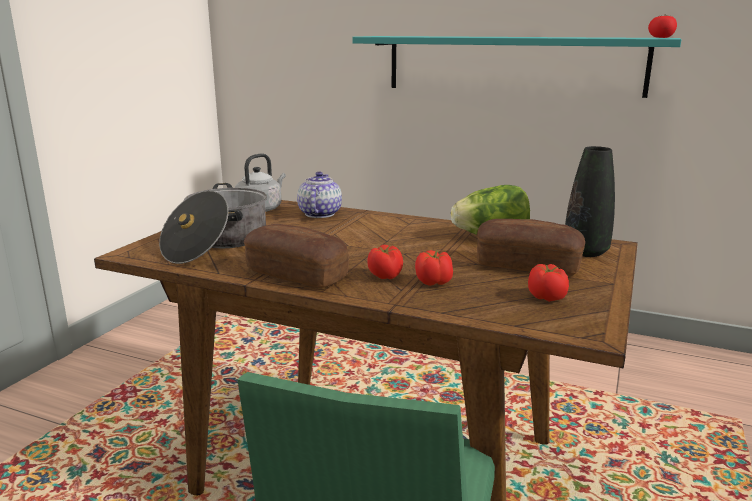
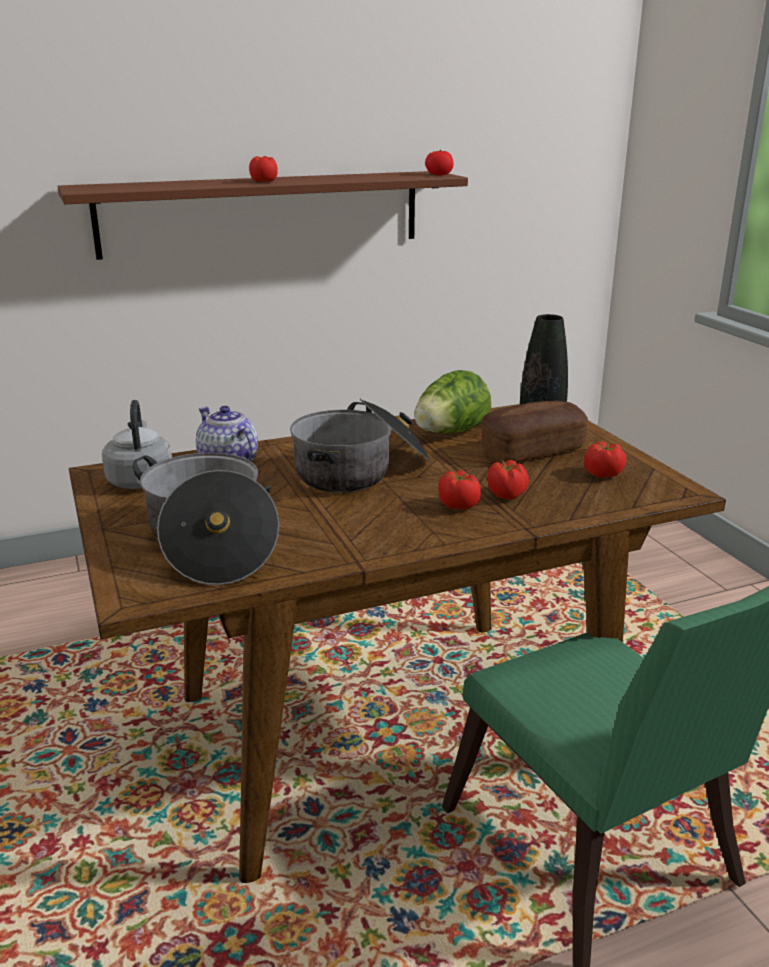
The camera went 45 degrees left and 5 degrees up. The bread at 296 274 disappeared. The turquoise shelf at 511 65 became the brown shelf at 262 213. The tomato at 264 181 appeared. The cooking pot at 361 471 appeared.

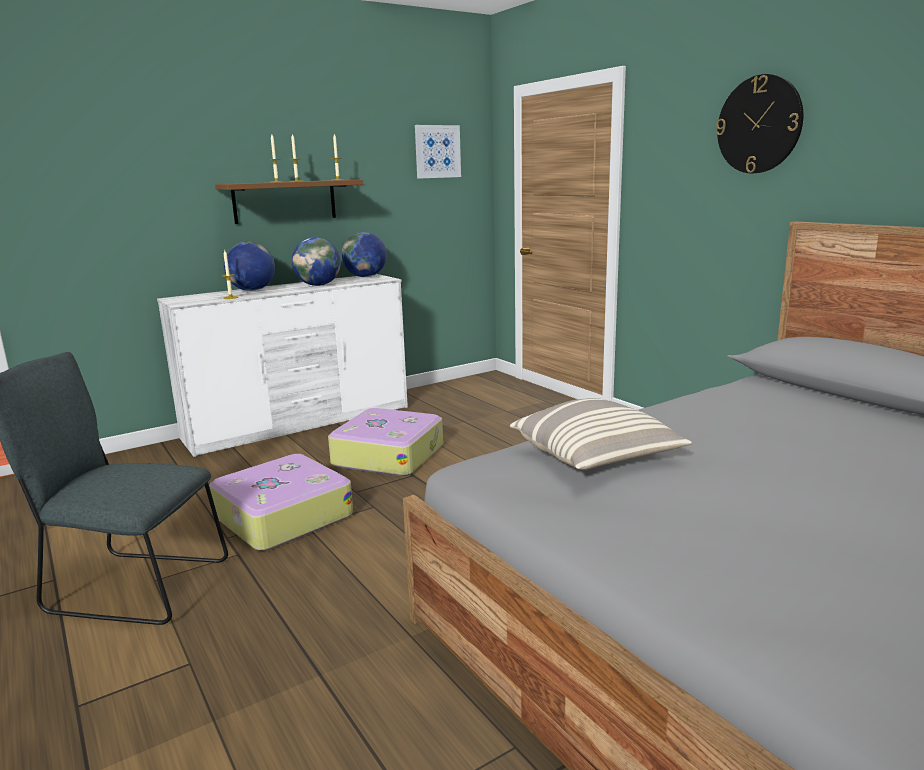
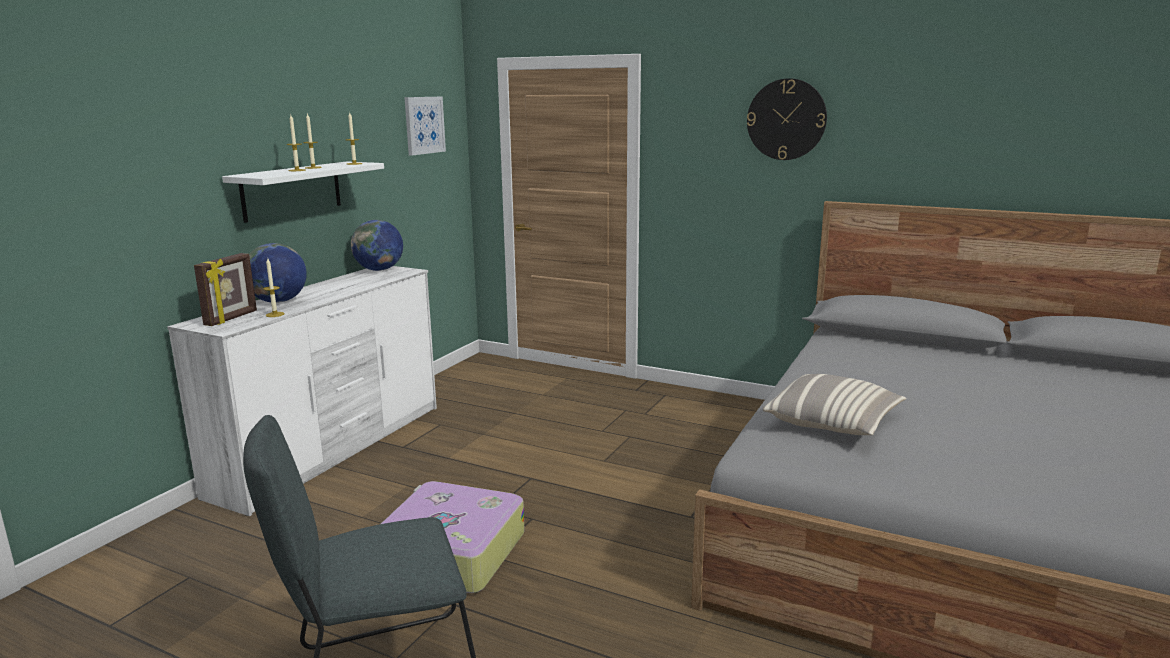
The camera went 30 degrees left and 0 degrees up. The brown shelf at 285 201 became the white shelf at 292 190. The globe at 318 285 disappeared. The suitcase at 388 455 disappeared. The picture frame at 232 318 appeared.

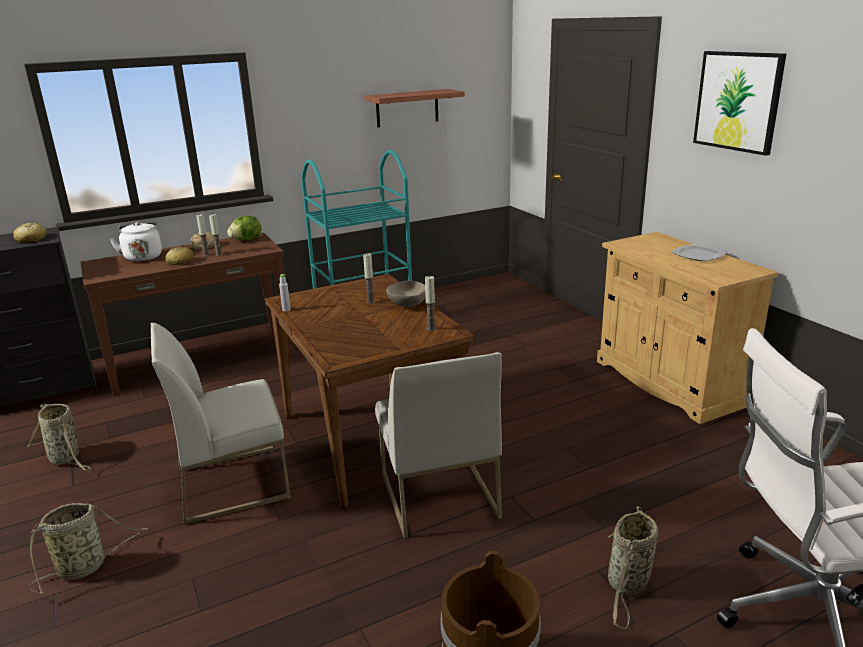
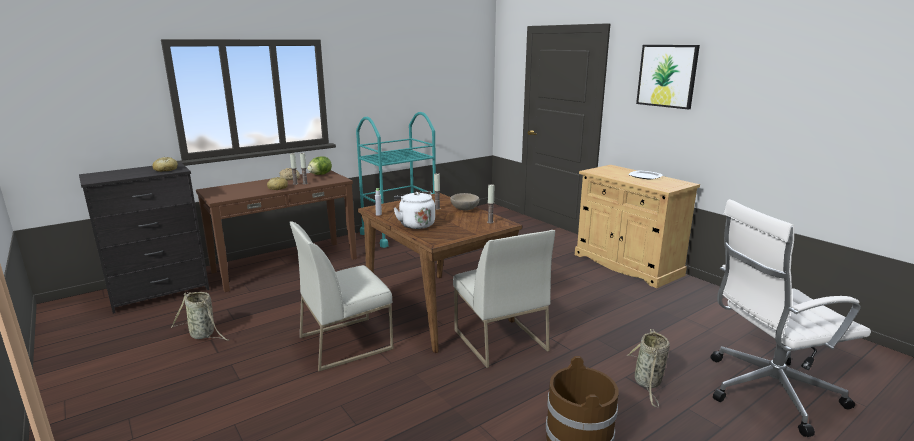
The camera went 10 degrees left and 5 degrees down. The basket at 85 567 disappeared. The white kettle moved from 142 257 to 415 224. The shelf at 407 108 disappeared.

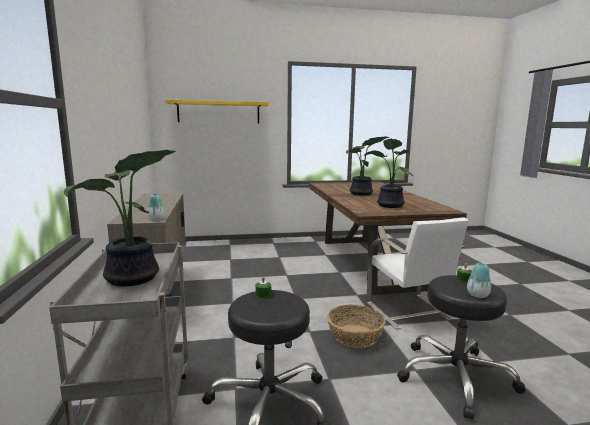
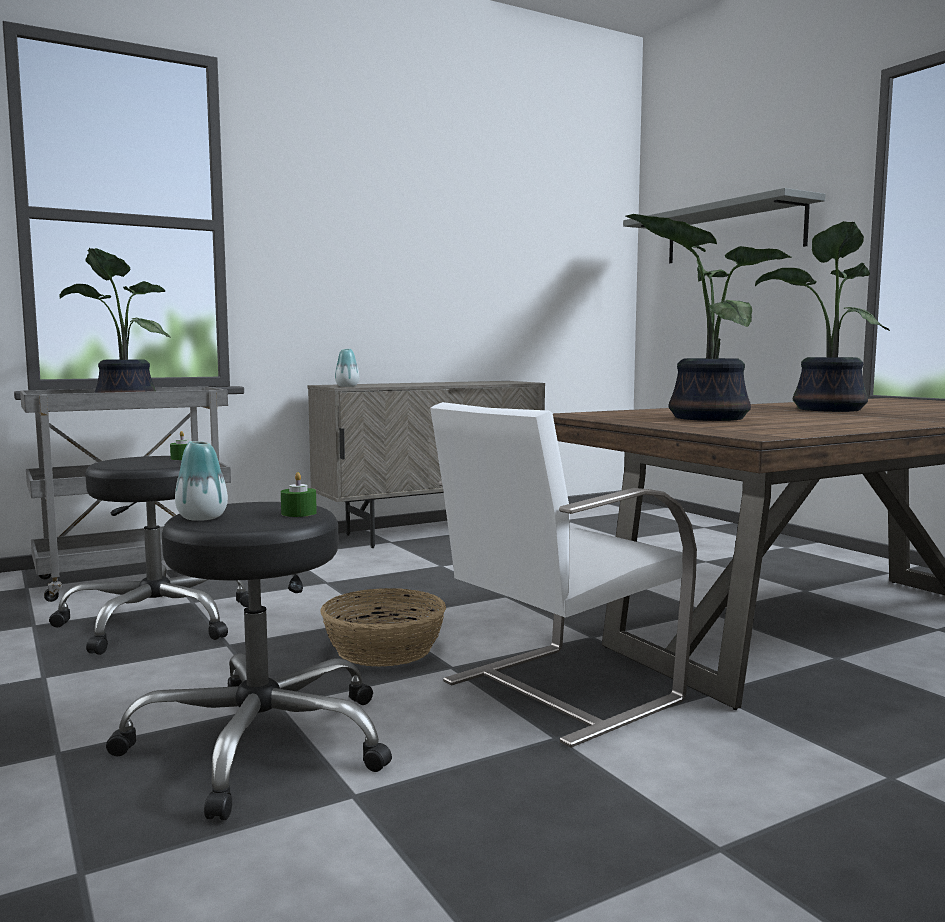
The camera went 70 degrees right and 5 degrees down. The yellow shelf at 219 112 became the grey shelf at 733 233.

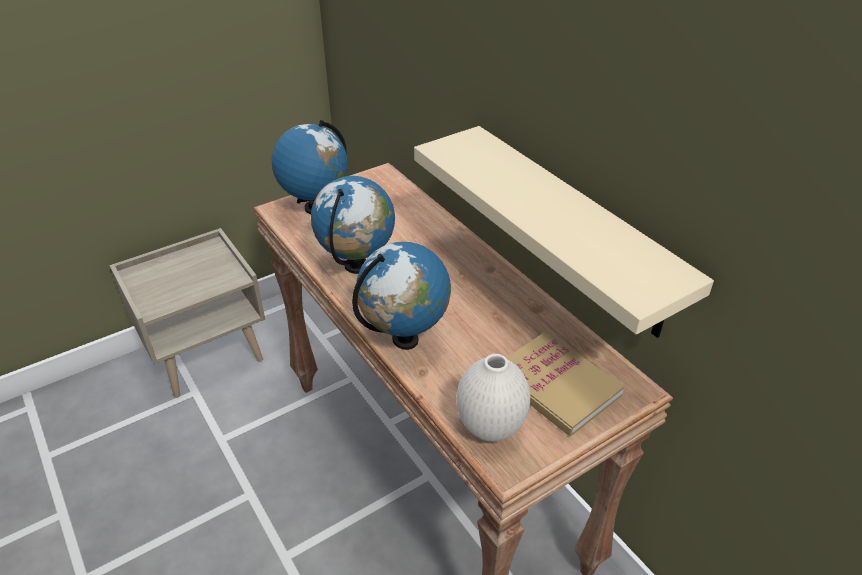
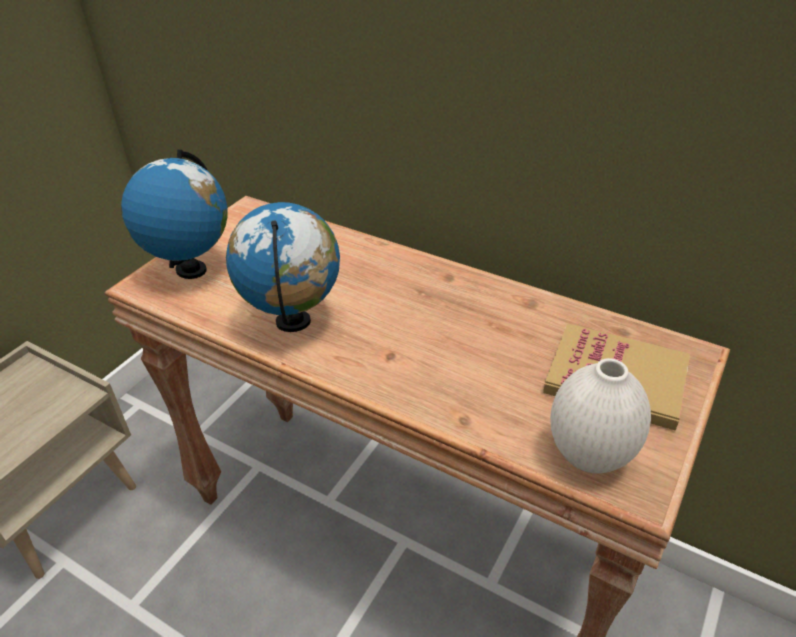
The camera went 25 degrees left and 0 degrees up. The globe at 405 340 disappeared. The beige shelf at 573 230 disappeared.

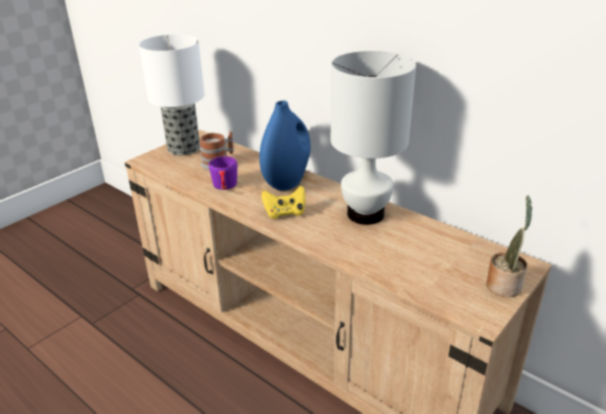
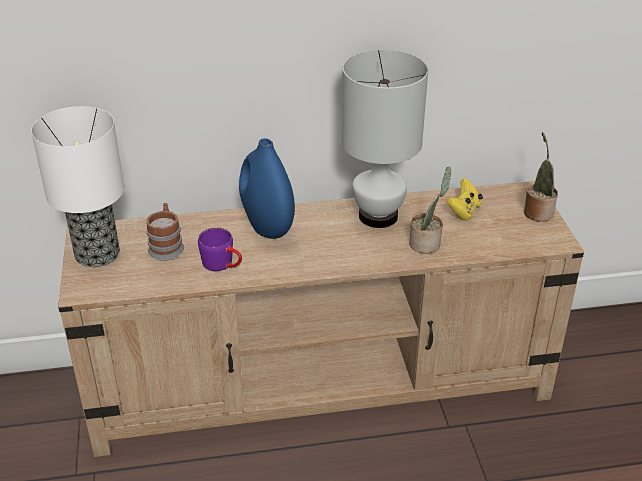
The camera went 50 degrees left and 5 degrees up. The yellow game controller moved from 285 213 to 464 211. The potted plant at 427 244 appeared.

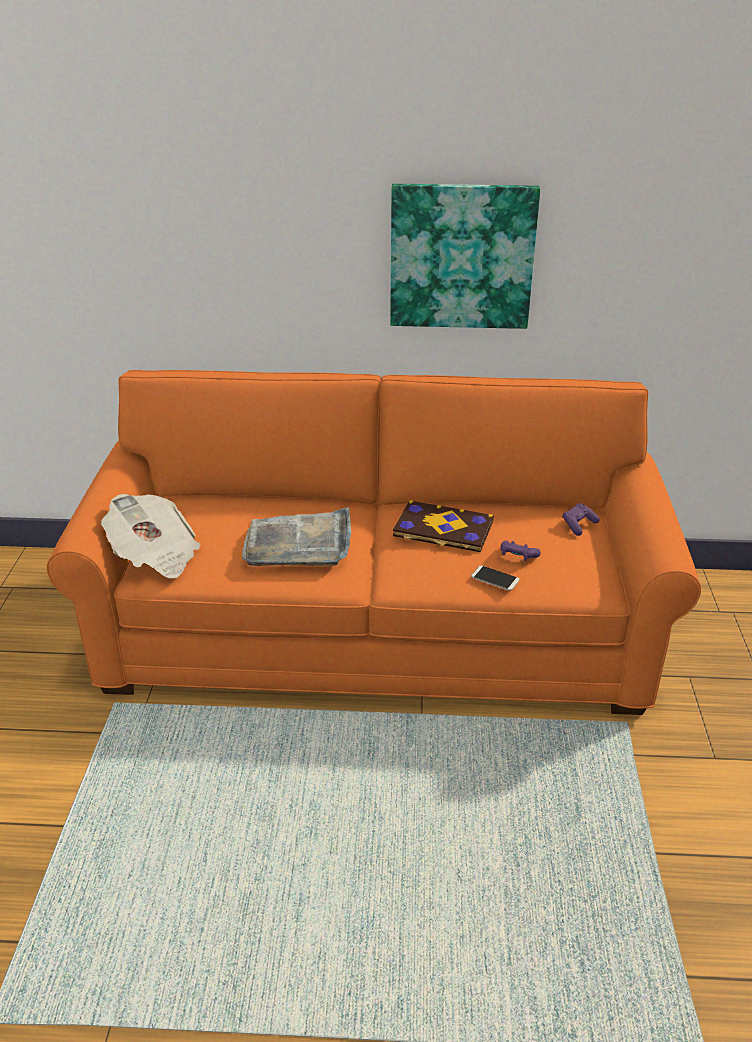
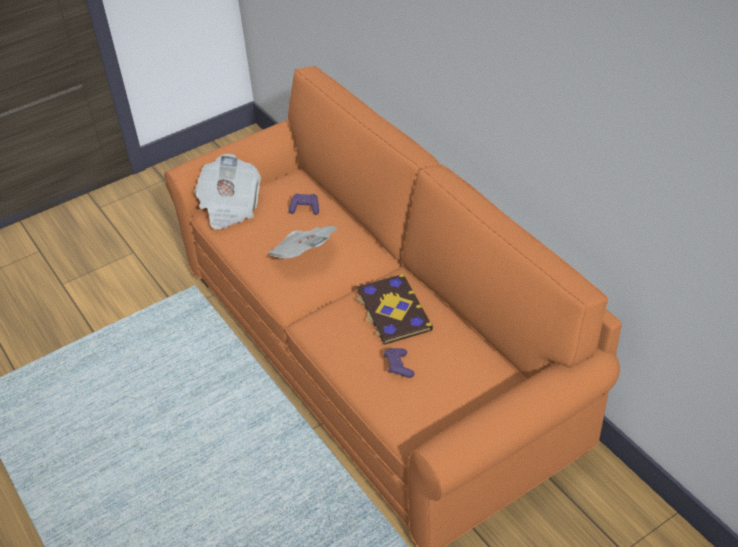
The camera went 55 degrees right and 10 degrees up. The grey tray at 299 543 was replaced by the newspaper at 303 255. The picture at 461 256 disappeared. The phone at 495 578 disappeared. The purple game controller moved from 578 525 to 305 209.

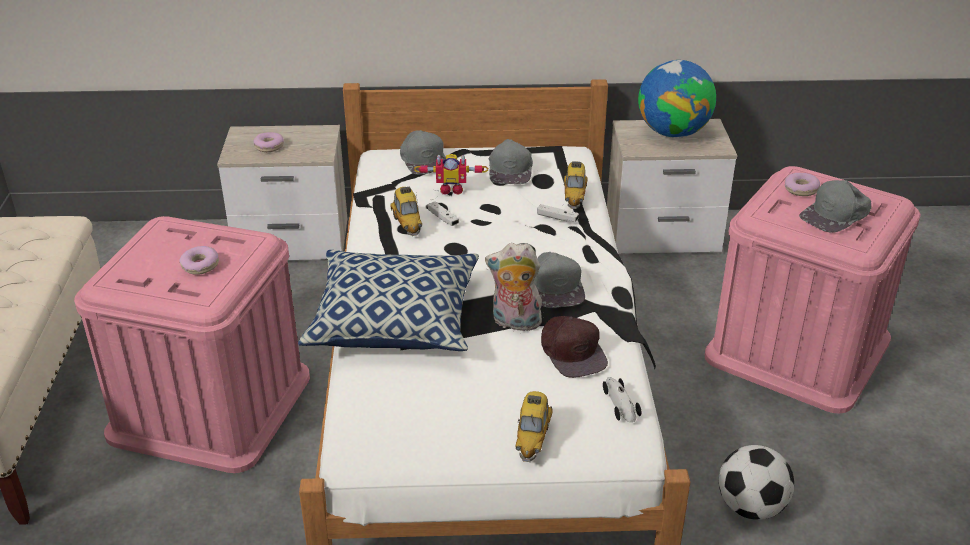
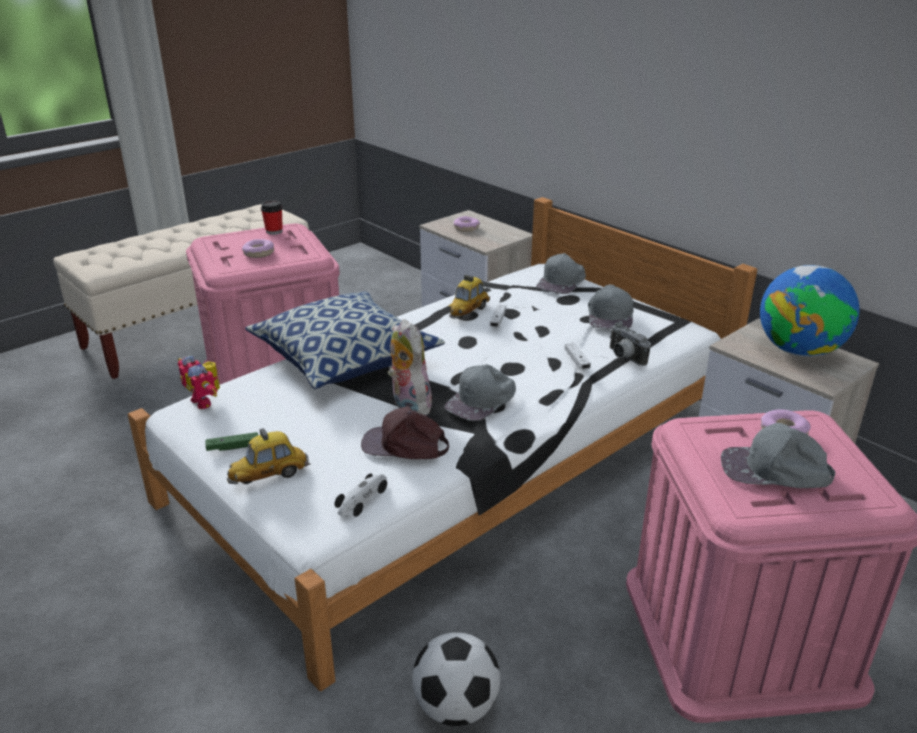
The camera went 50 degrees right and 5 degrees down. The toy robot moved from 451 189 to 206 400. The grey cap at 511 169 turned 45 degrees counterclockwise. The brown cap at 572 351 turned 75 degrees clockwise. The toy car at 574 197 was replaced by the photo camera at 623 357. The green game controller at 233 447 appeared. The cup at 274 231 appeared.

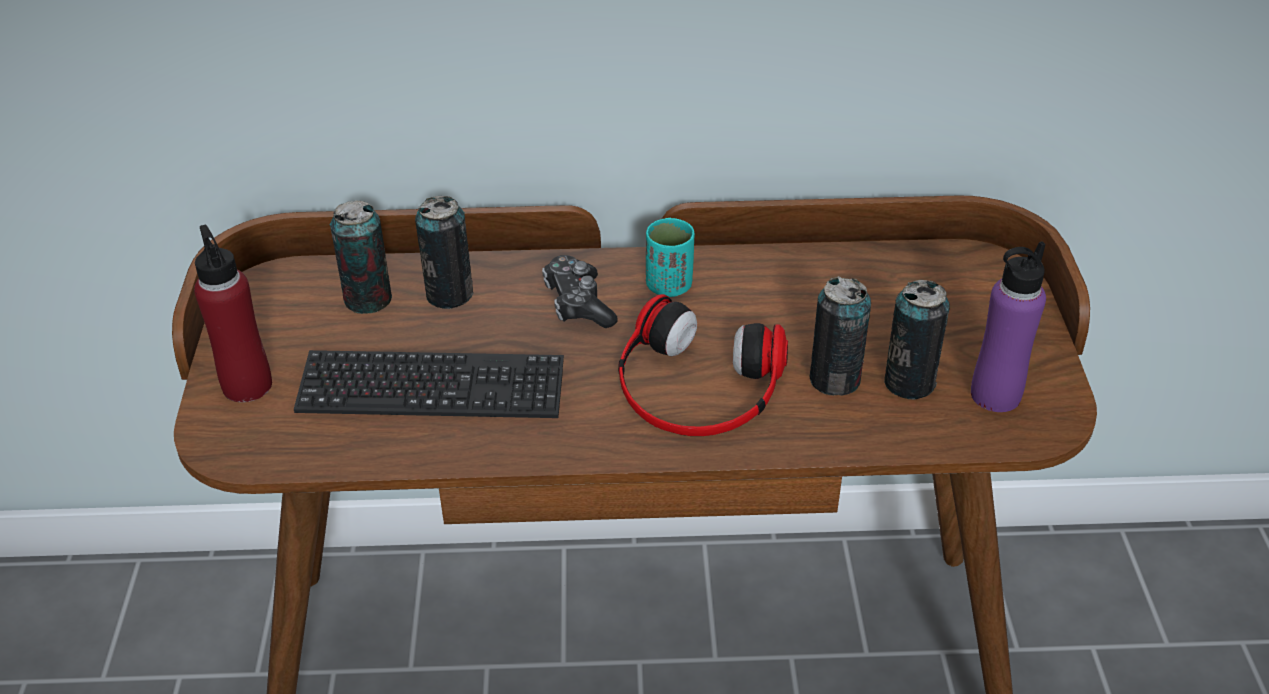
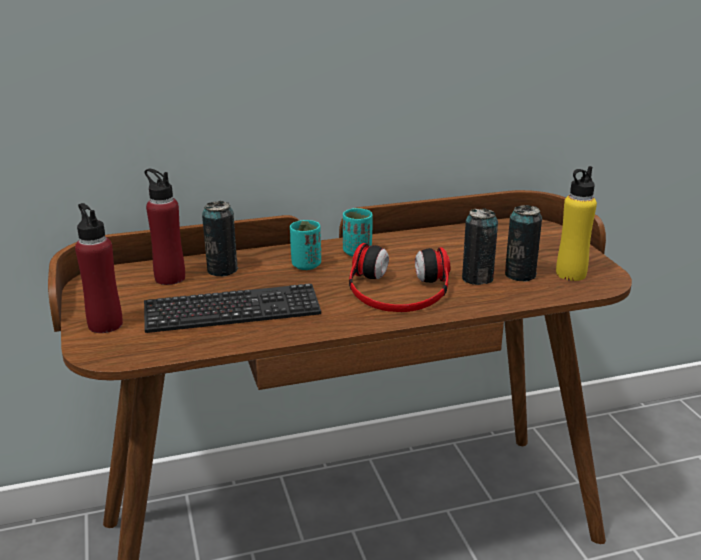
The camera went 15 degrees left and 15 degrees down. The can at 368 299 was replaced by the red bottle at 170 278. The game controller at 578 303 was replaced by the turquoise cup at 306 265. The purple bottle at 995 395 became the yellow bottle at 570 274.

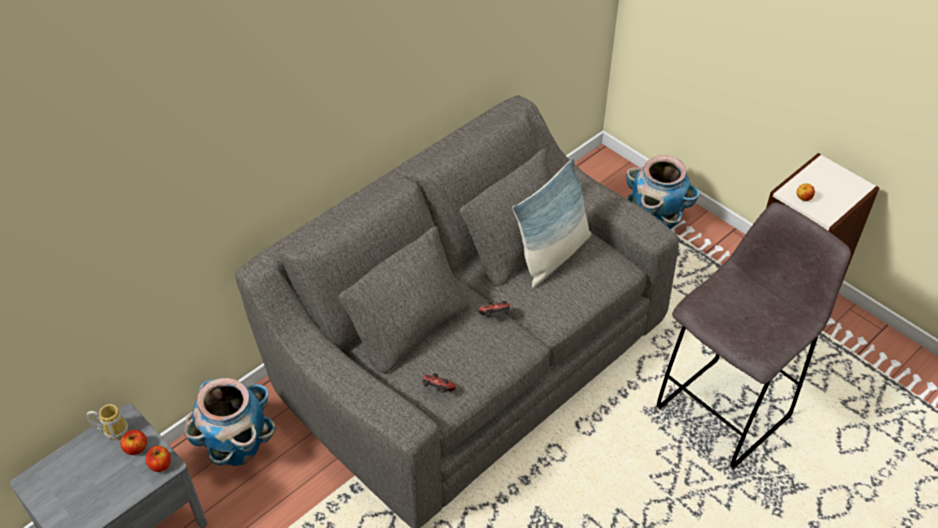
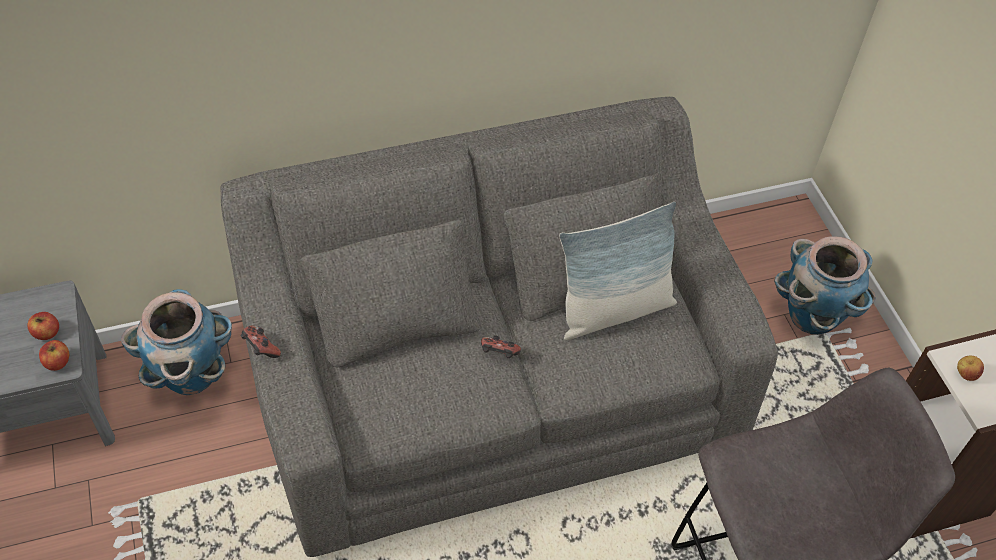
The camera went 25 degrees right and 5 degrees up. The mug at 113 429 disappeared. The game controller moved from 437 389 to 261 349.

